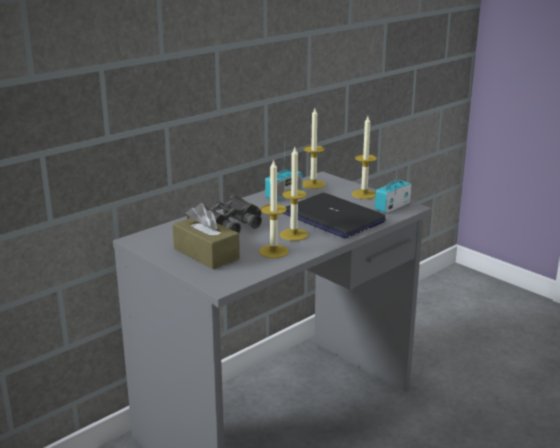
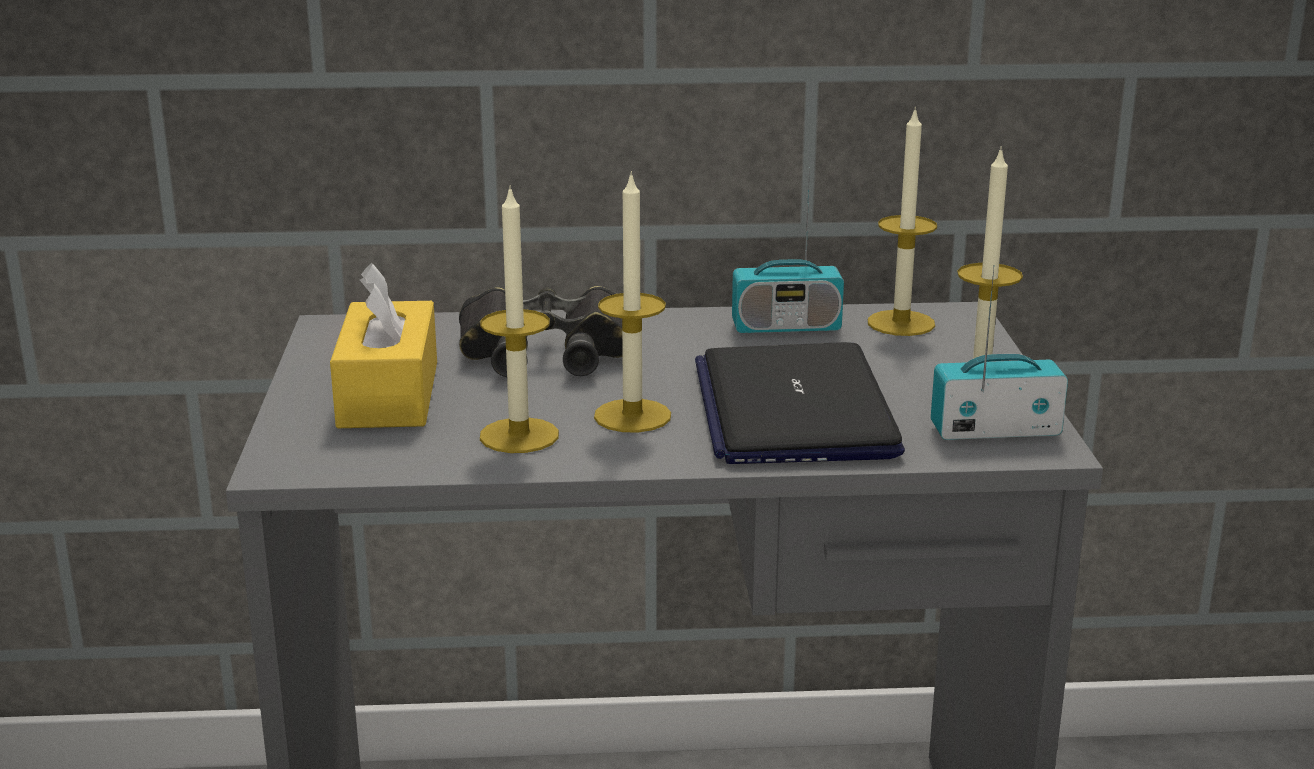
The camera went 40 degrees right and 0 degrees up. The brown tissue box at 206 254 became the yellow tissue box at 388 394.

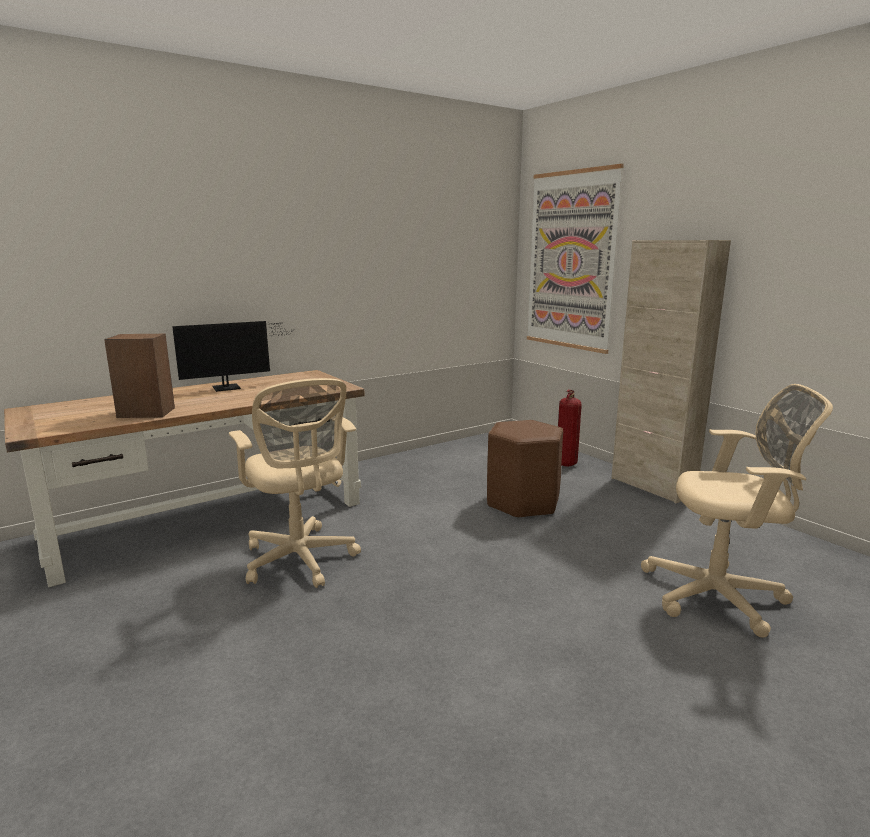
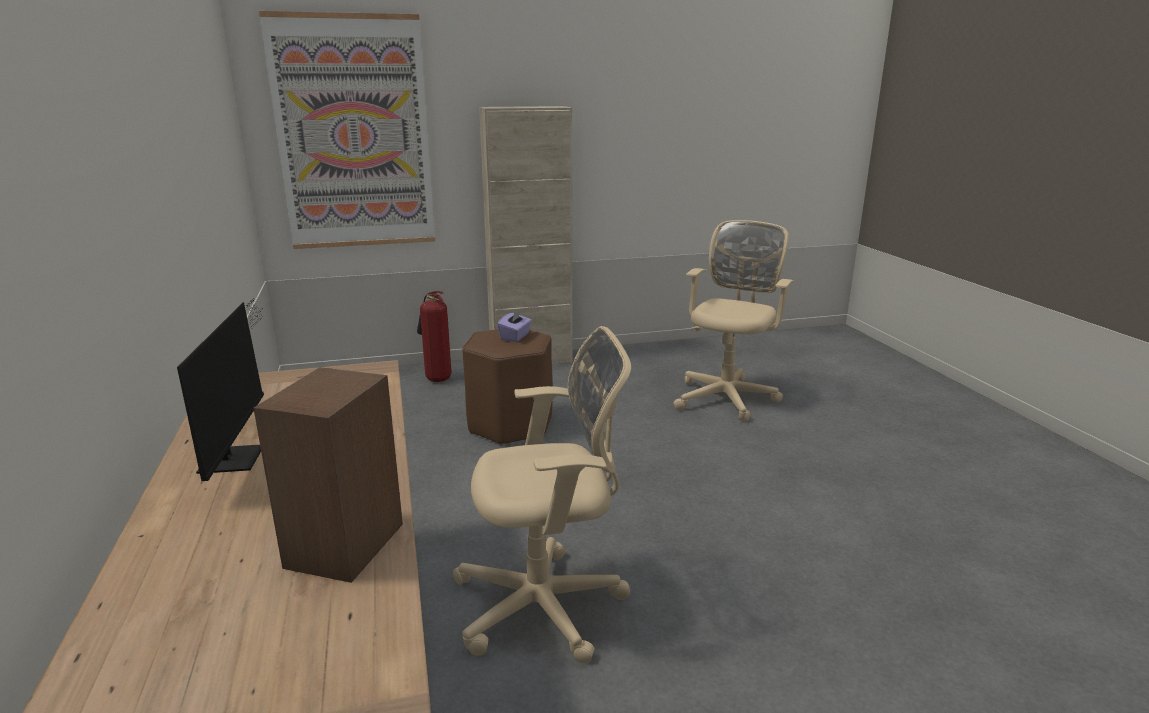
The camera went 70 degrees left and 5 degrees up. The purple tissue box at 515 337 appeared.

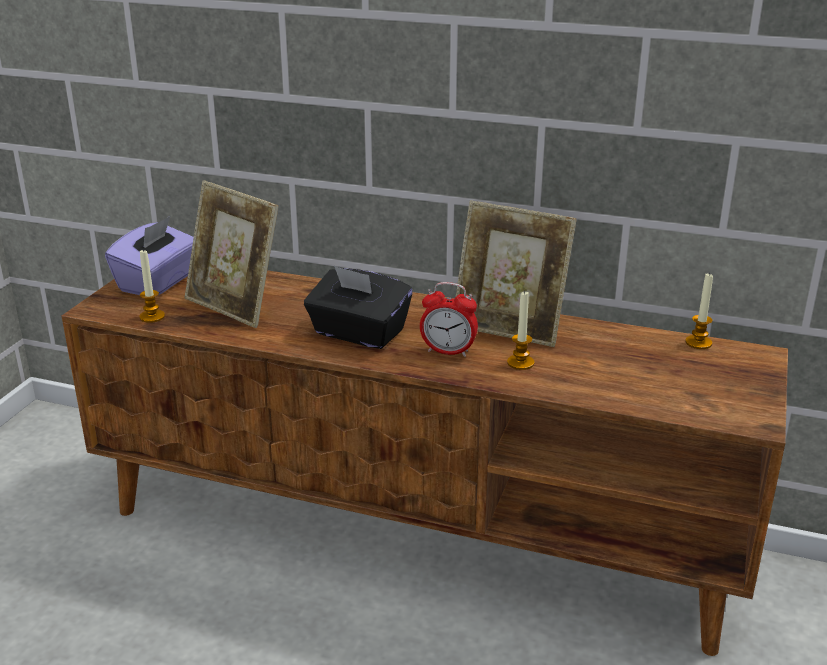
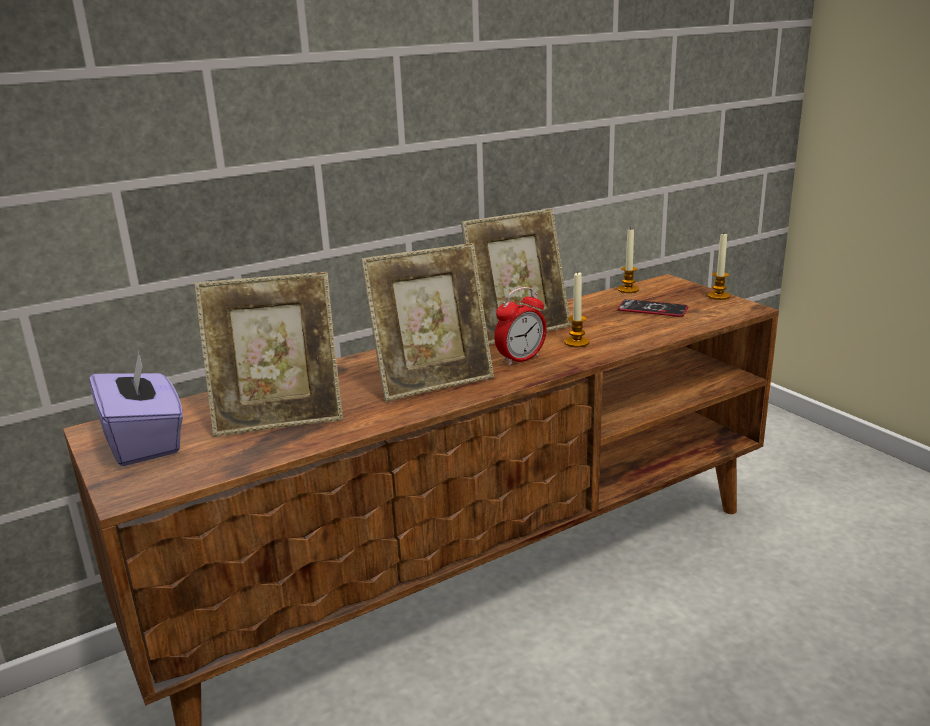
The camera went 50 degrees left and 5 degrees down. The candle moved from 152 317 to 718 296. The black tissue box at 358 333 was replaced by the picture frame at 433 381. The phone at 652 309 appeared.

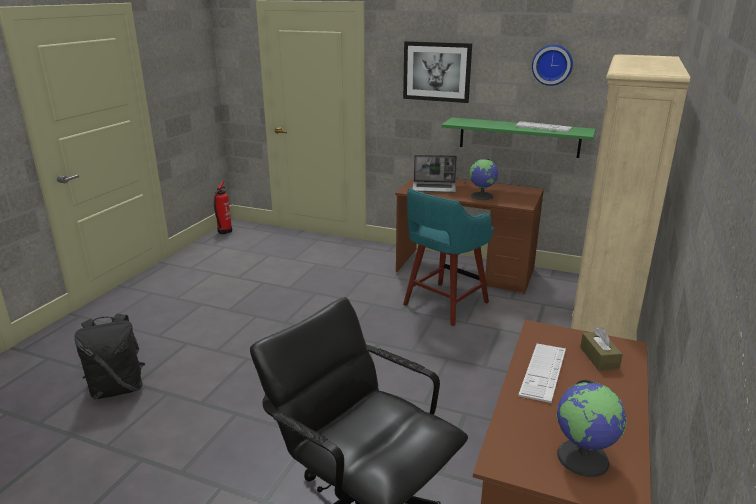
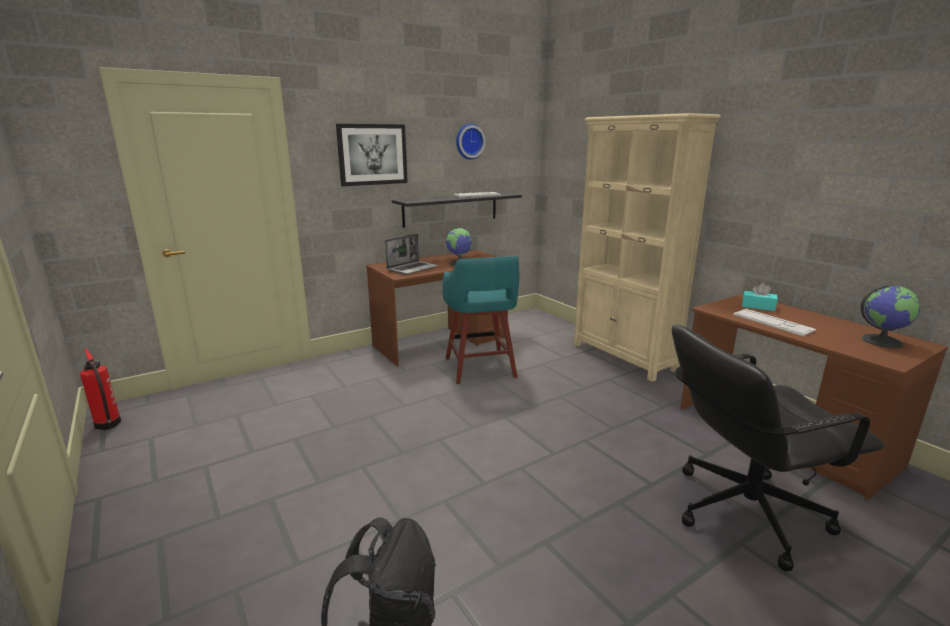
The camera went 55 degrees left and 5 degrees down. The green shelf at 519 137 became the black shelf at 451 209. The brown tissue box at 599 358 became the turquoise tissue box at 758 306.

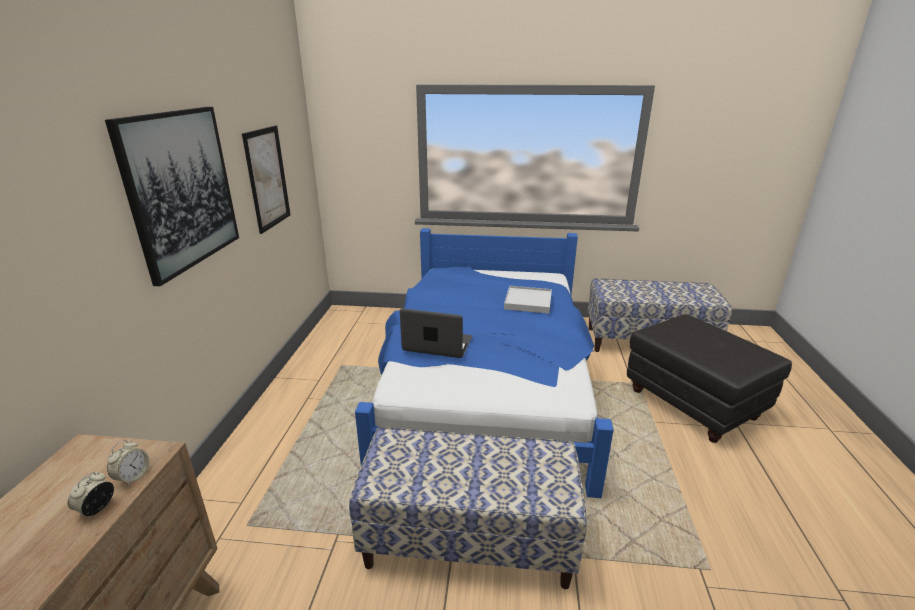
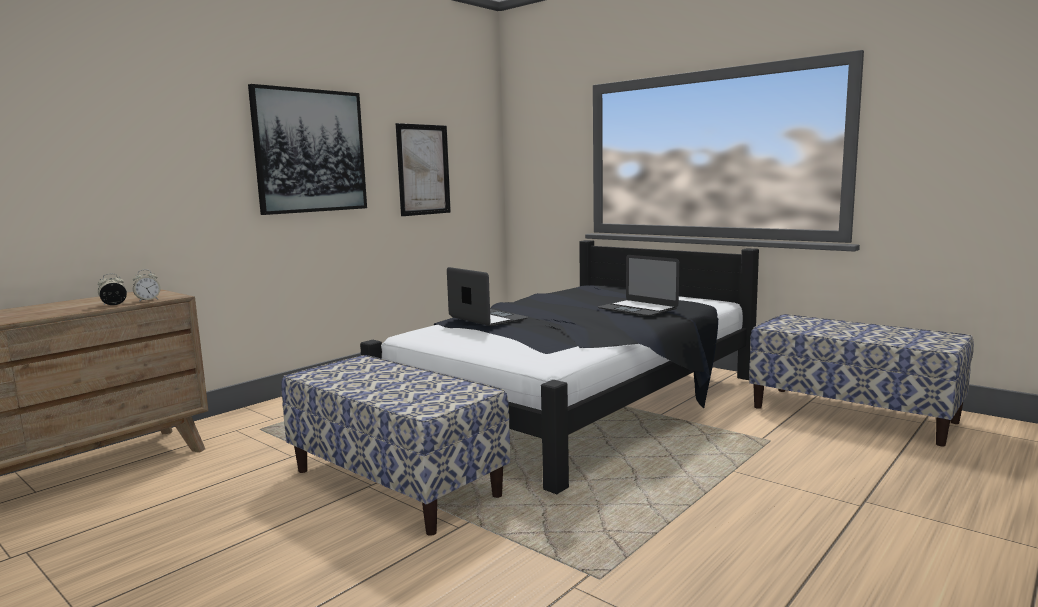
The camera went 35 degrees right and 15 degrees down. The blue bed at 487 385 became the black bed at 574 404. The white tray at 528 302 was replaced by the laptop at 637 308. The black ottoman at 692 404 disappeared.

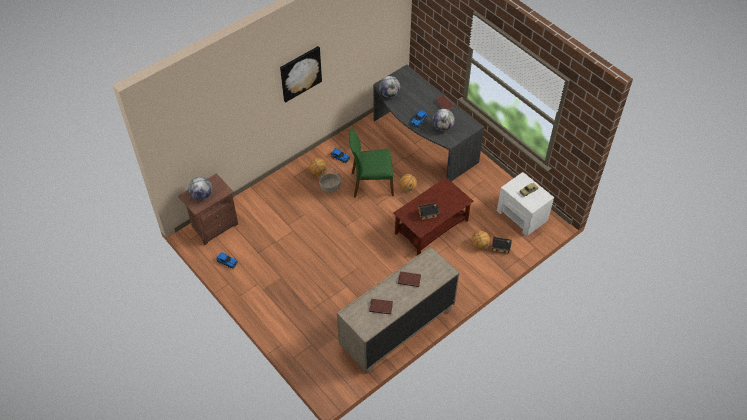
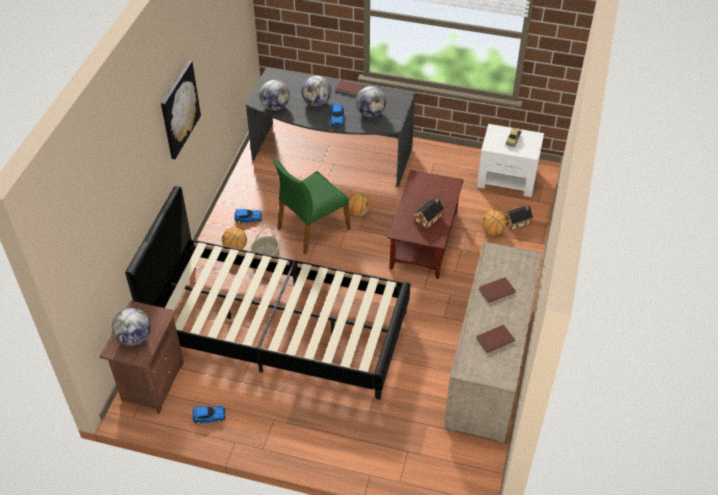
The camera went 35 degrees left and 5 degrees down. The black bed at 279 329 appeared. The globe at 317 102 appeared.

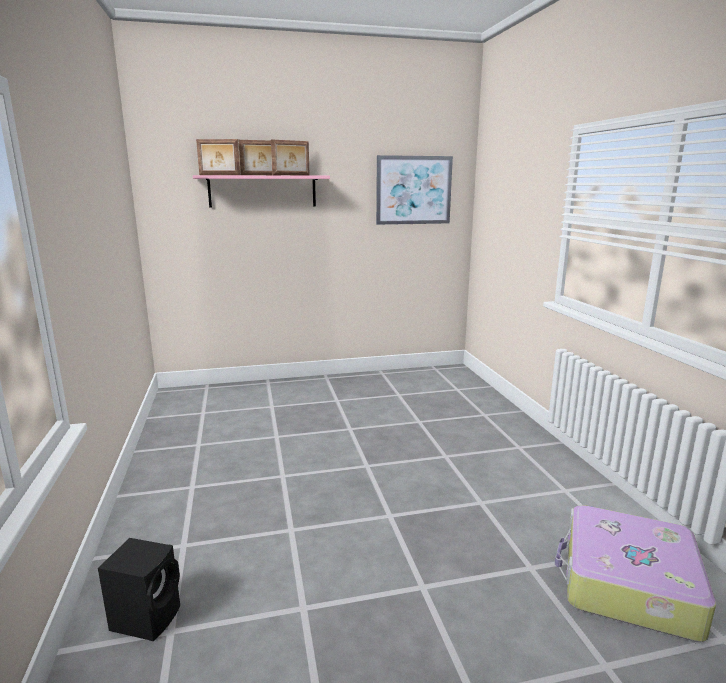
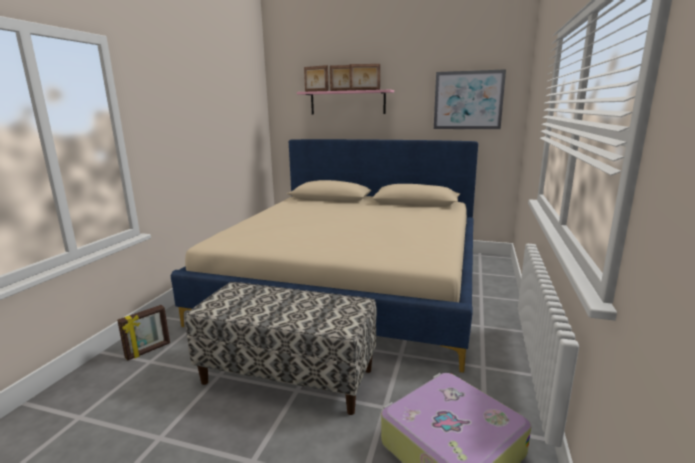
The camera went 30 degrees right and 0 degrees up. The black speaker at 148 617 was replaced by the picture frame at 148 351. The beige bed at 352 283 appeared. The bench at 288 376 appeared.

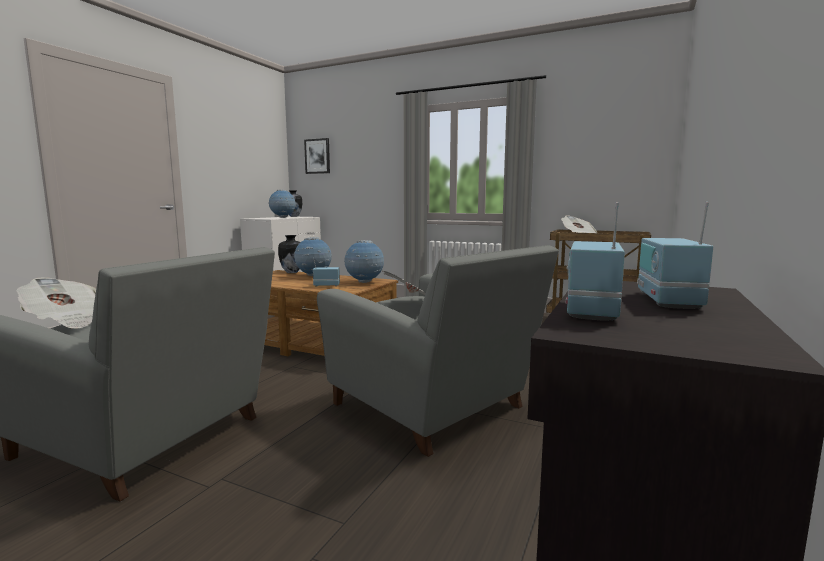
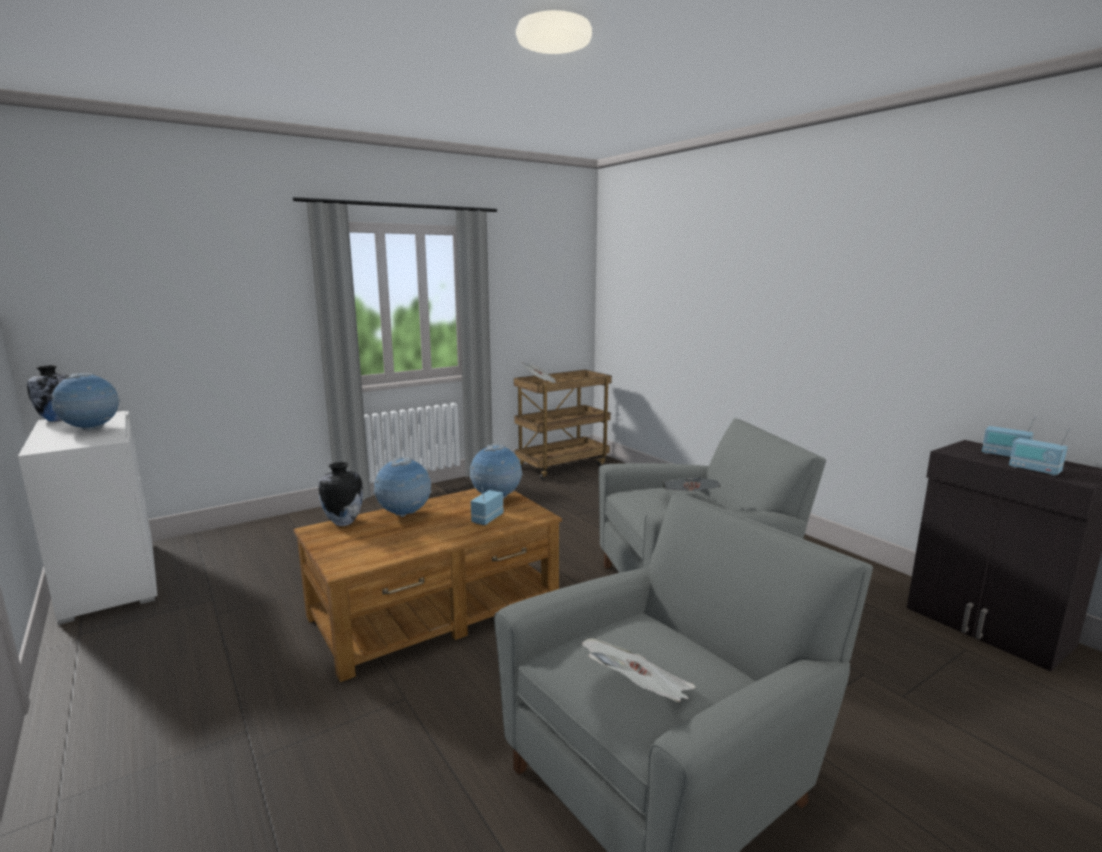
The camera went 60 degrees left and 5 degrees up. The picture at 317 156 disappeared.

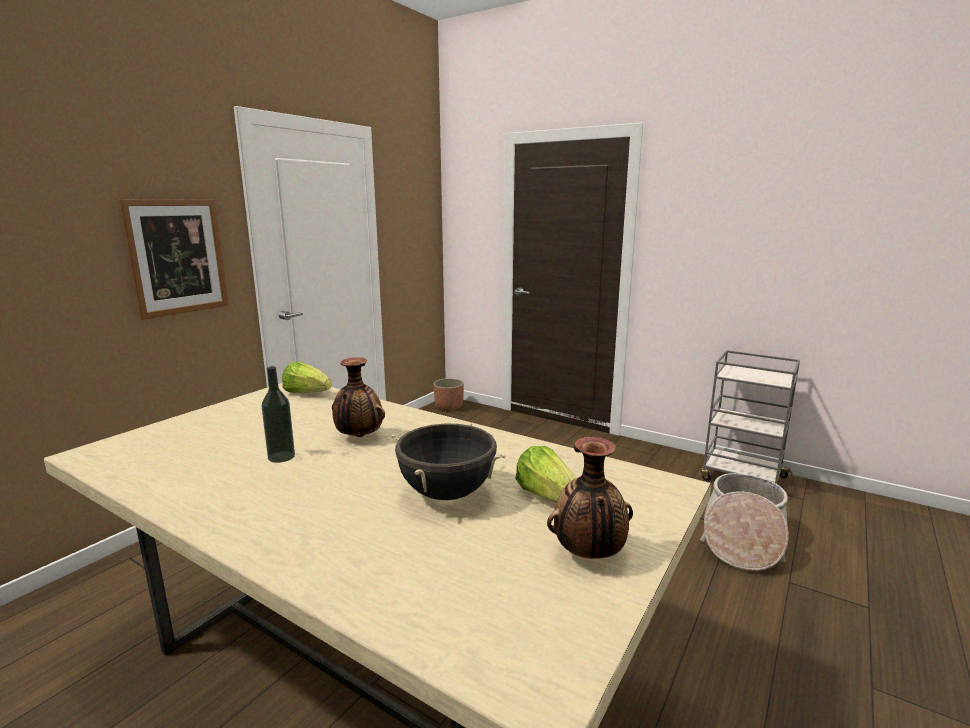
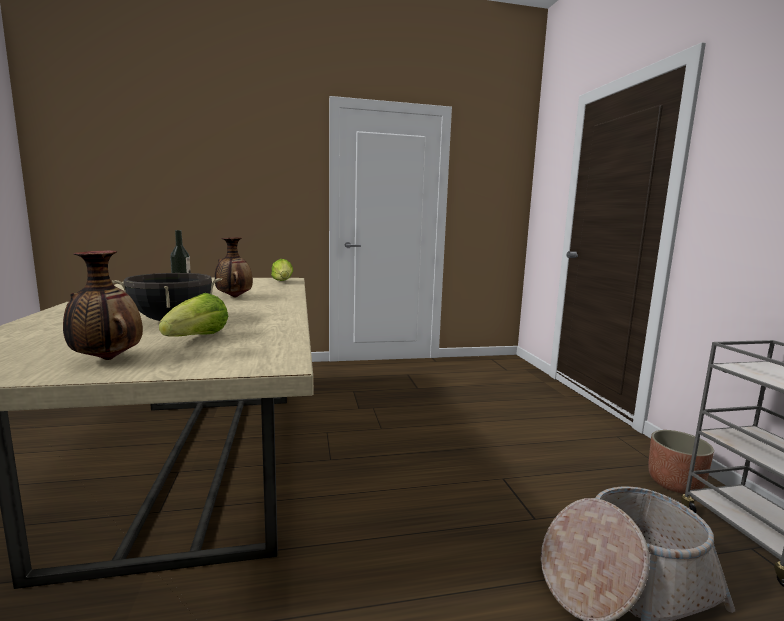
The camera went 45 degrees right and 5 degrees down. The picture at 177 257 disappeared. The planter moved from 449 407 to 674 483.

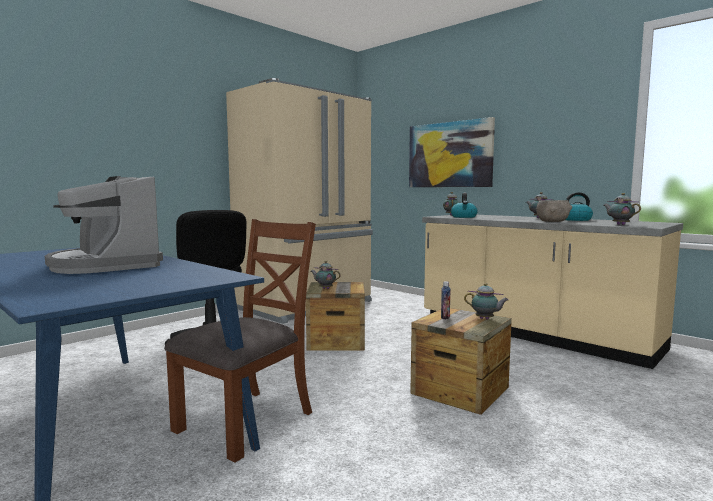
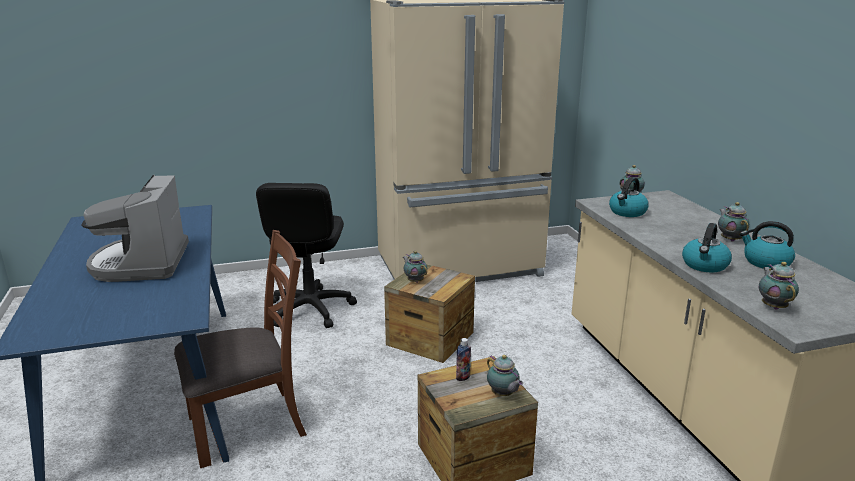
The camera went 30 degrees right and 15 degrees up. The picture at 449 155 disappeared. The grey bowl at 552 221 was replaced by the kettle at 705 265.

